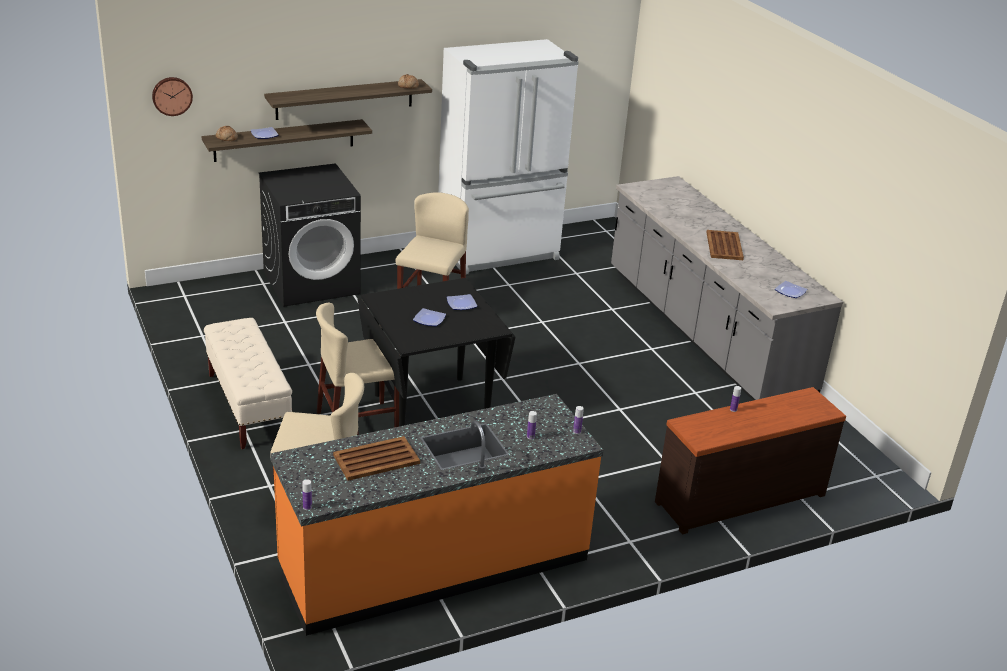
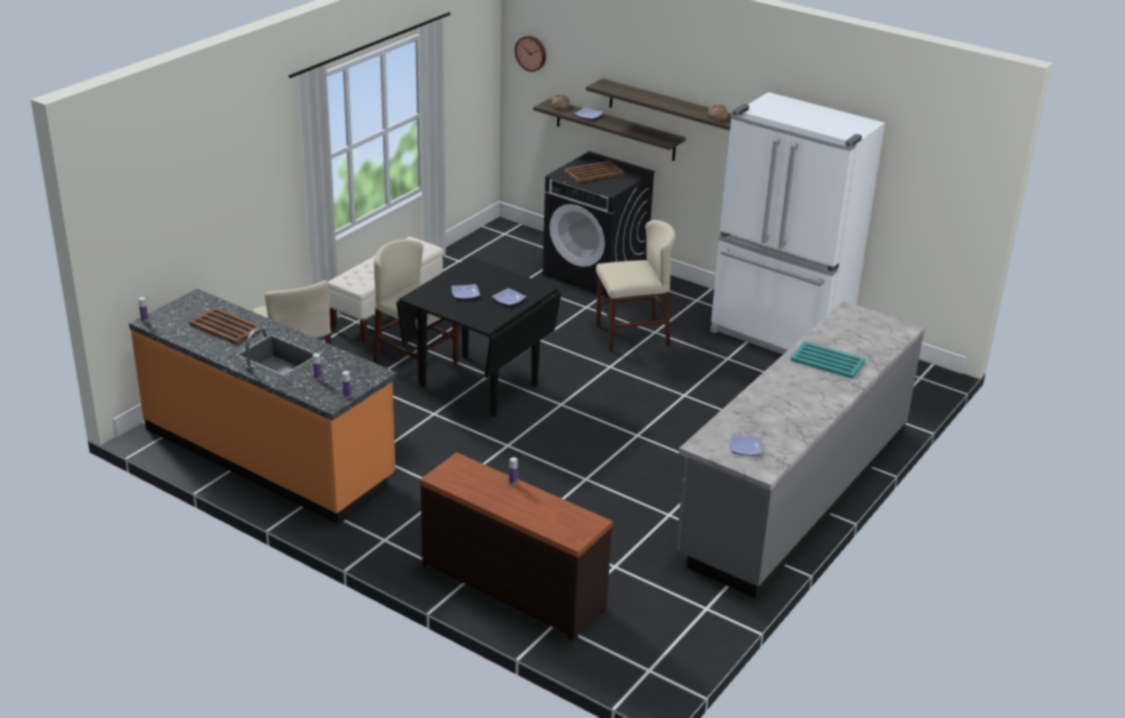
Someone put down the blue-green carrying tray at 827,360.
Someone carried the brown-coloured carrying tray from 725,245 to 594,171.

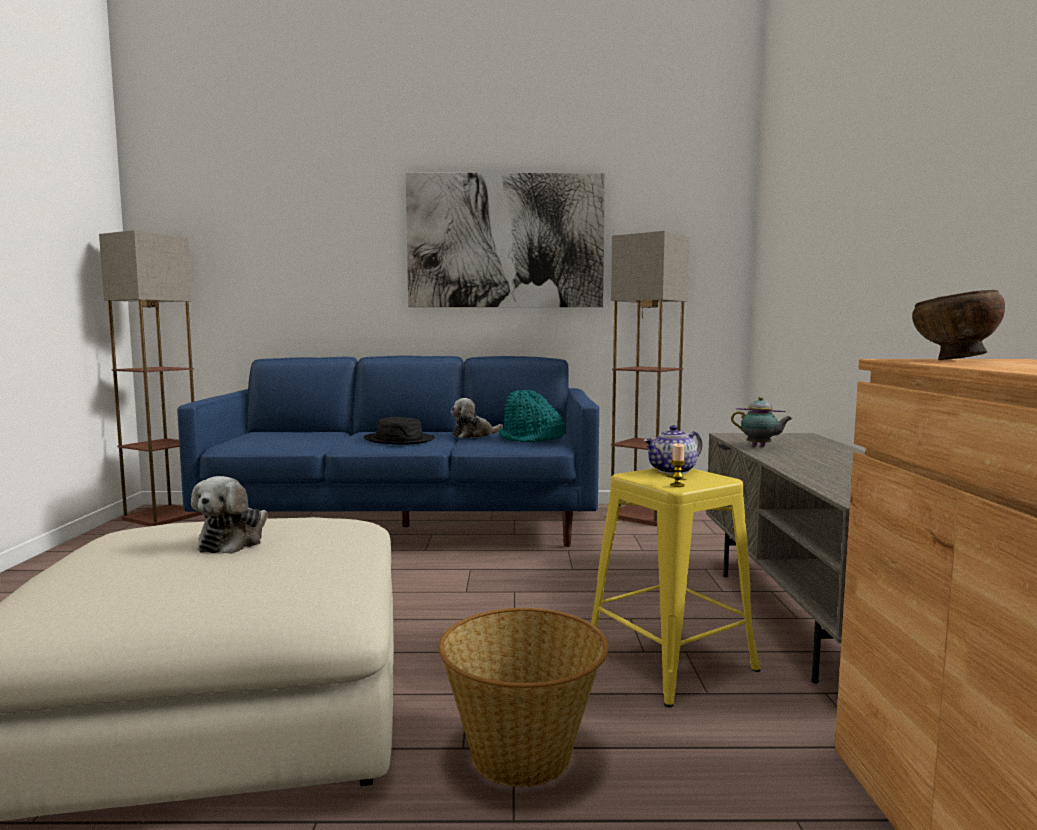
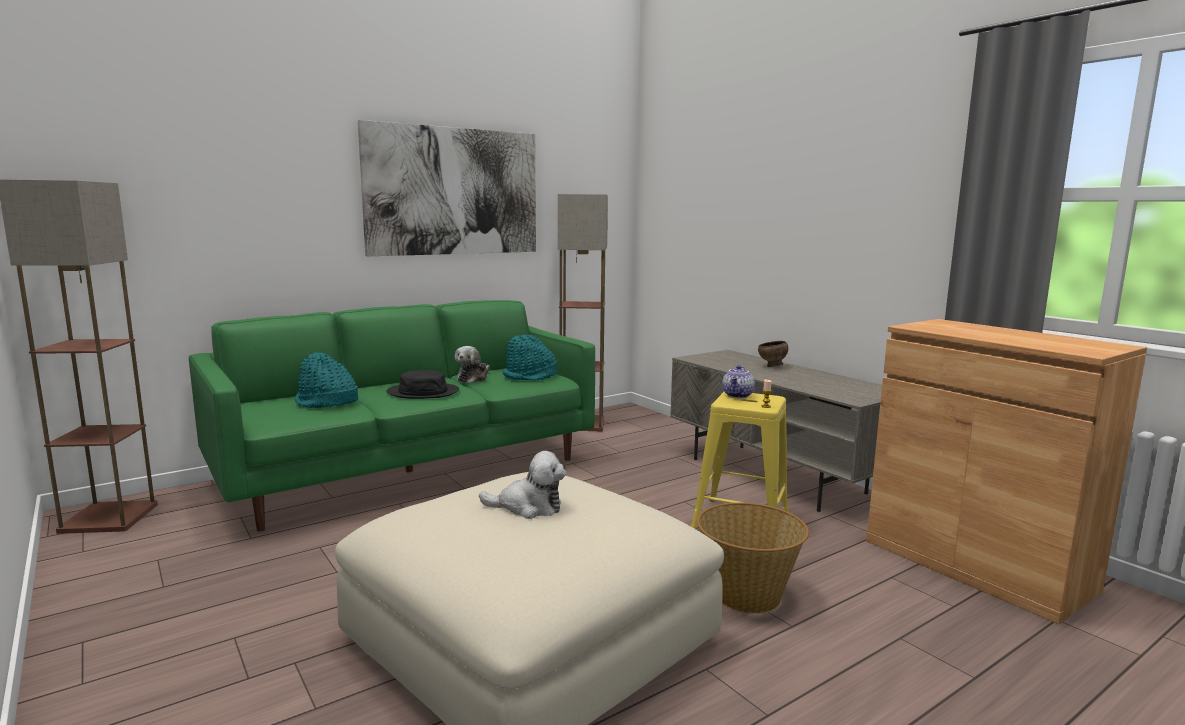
Someone took away the pot for tea at 762,422.
Someone put down the blue-green wearable hat at 326,380.
Someone carried the brown-coloured bowl from 958,325 to 773,354.
Someone repainted the blue-coloured sofa at 388,451, which became the green-coloured sofa at 392,415.
Someone rotated the cuddly toy at 229,515 by 60 degrees counterclockwise.

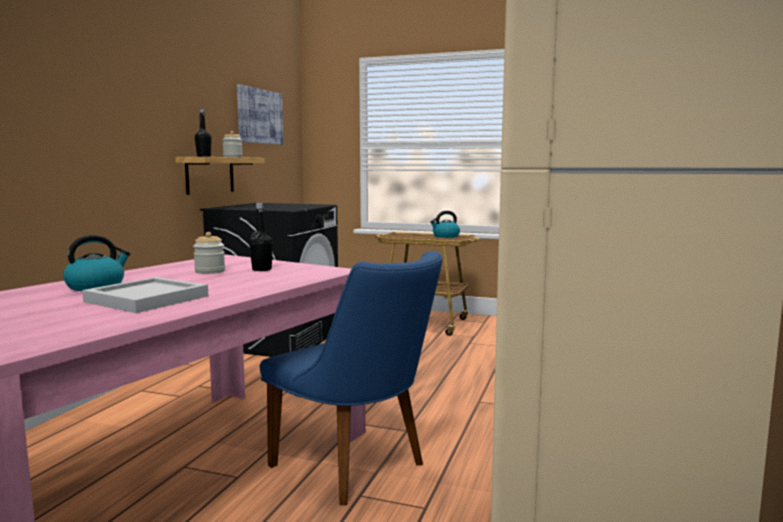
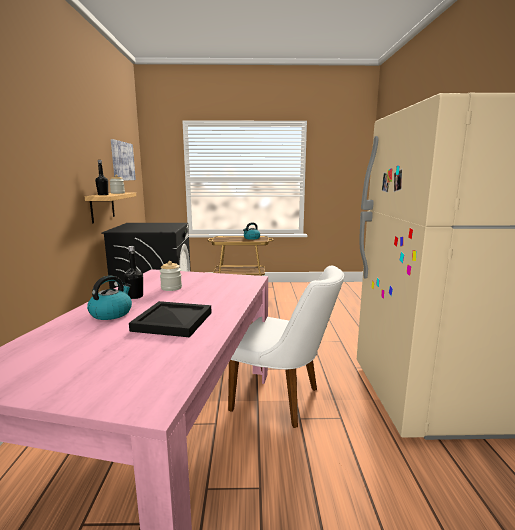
Someone carried the black-coloured bottle from 261,236 to 133,272.
Someone repainted the white-coloured carrying tray at 145,295, which became the black-coloured carrying tray at 170,319.
Someone repainted the blue-coloured upright chair at 351,378, which became the white-coloured upright chair at 286,347.

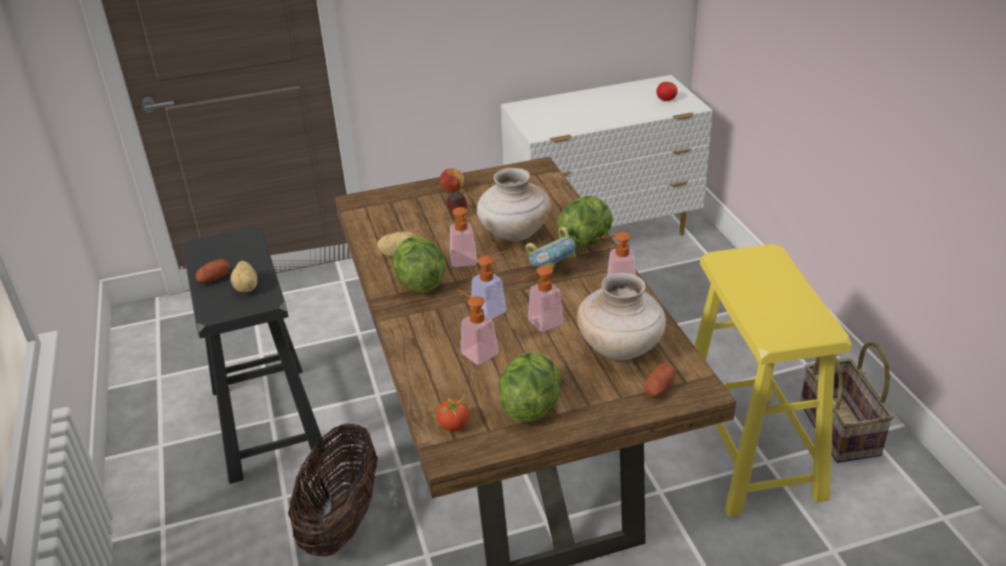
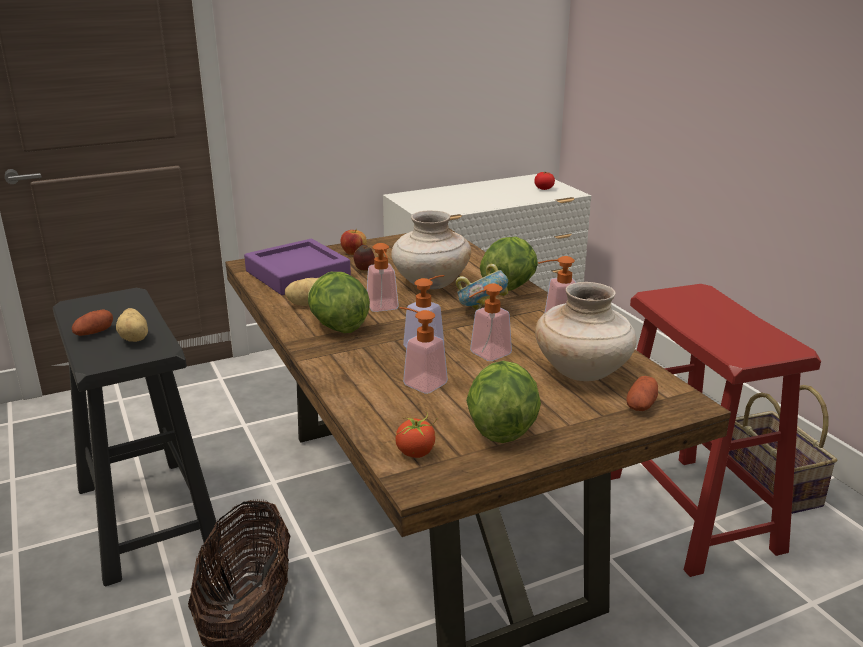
Someone put down the purplish carrying tray at 297,267.
Someone repainted the yellowish stool at 773,380, which became the reddish stool at 716,430.

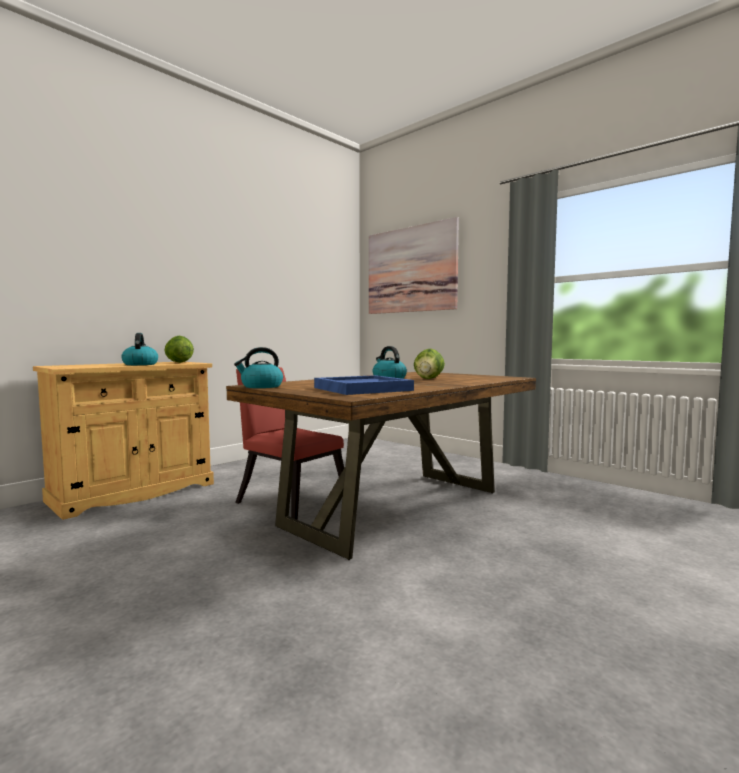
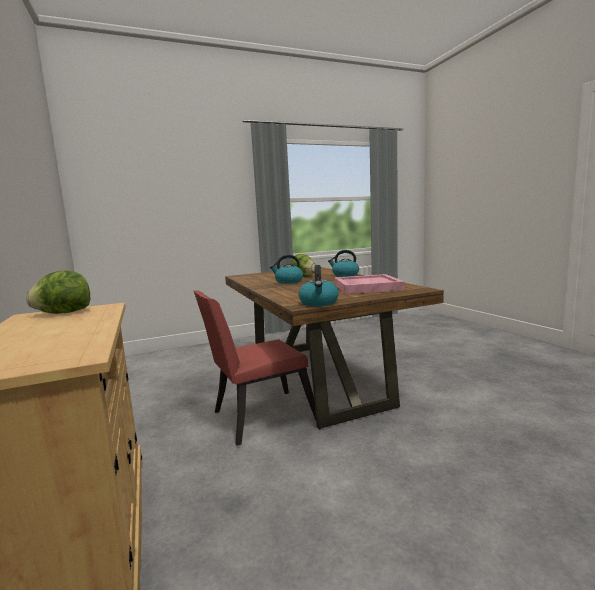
Someone took away the picture at 414,265.
Someone carried the water kettle from 139,349 to 343,263.
Someone repainted the blue-coloured carrying tray at 364,385, which became the pinkish carrying tray at 369,284.

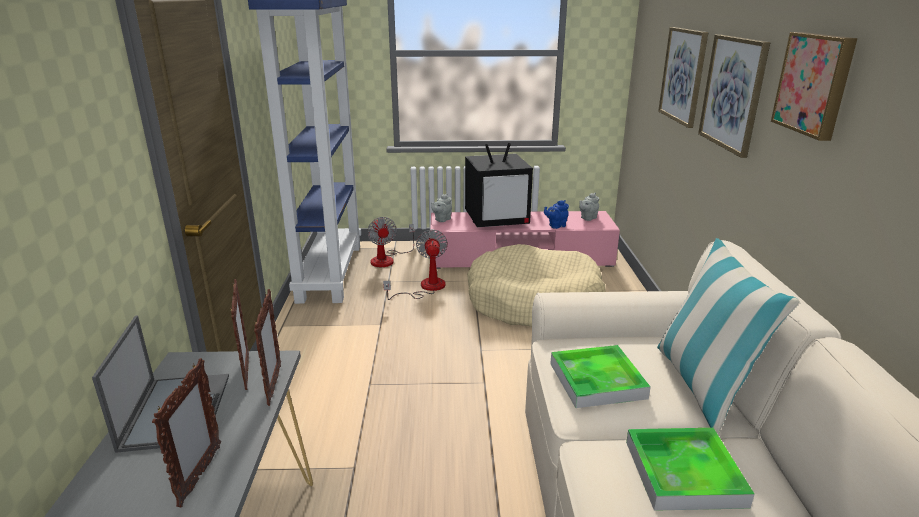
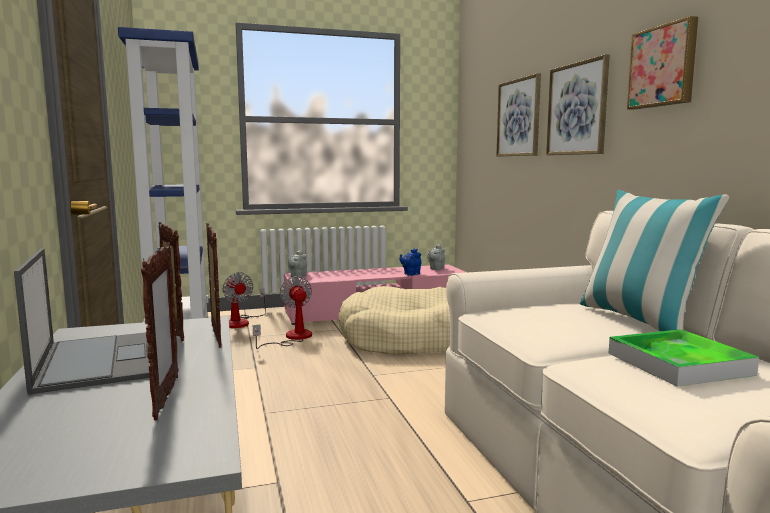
Someone took away the television at 499,184.
Someone took away the carrying tray at 600,376.

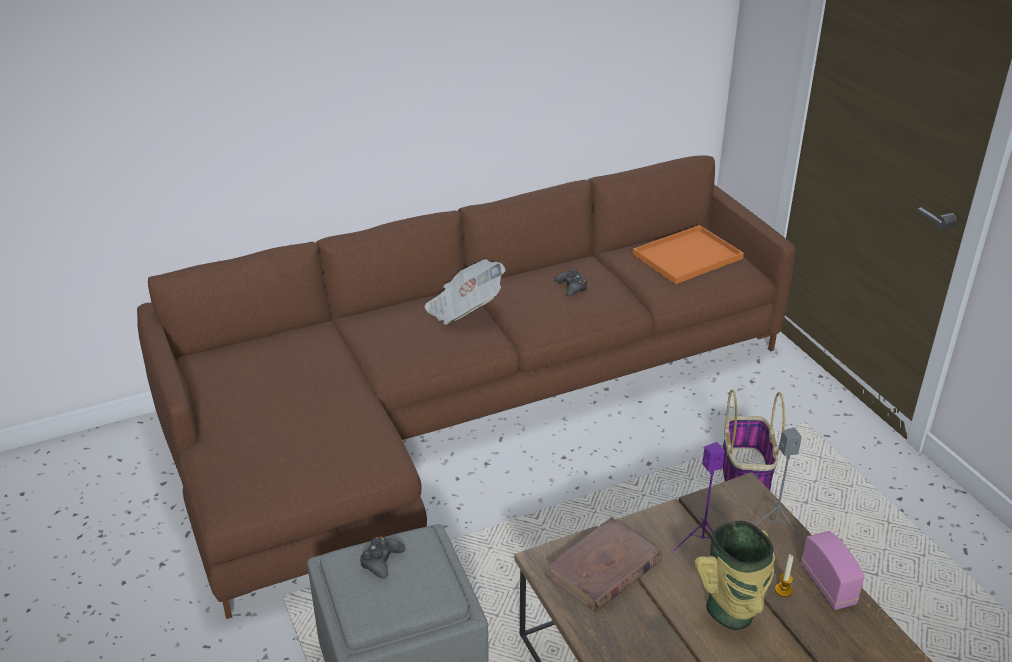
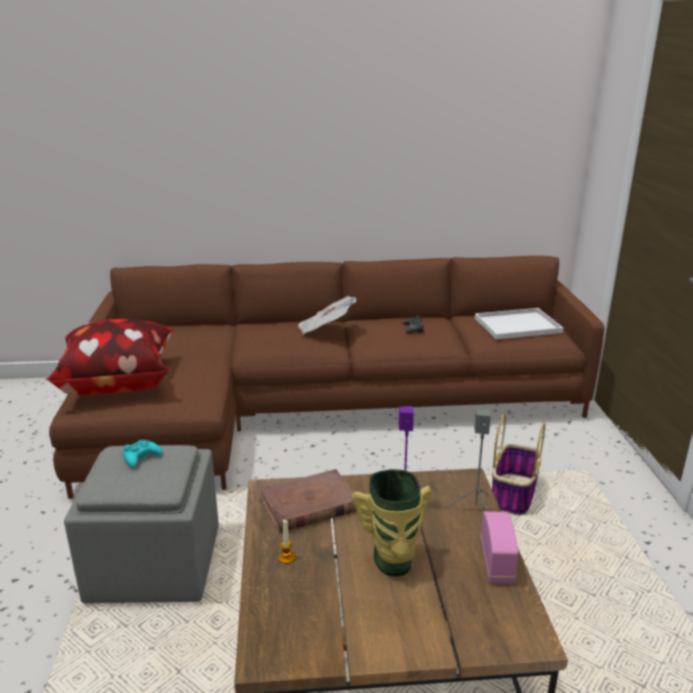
Someone put down the pillow at 109,357.
Someone carried the wax candle from 784,575 to 287,542.
Someone repainted the black-coloured gamepad at 383,557, which became the blue-green gamepad at 143,453.
Someone repainted the orangey carrying tray at 688,254, which became the white-coloured carrying tray at 519,323.

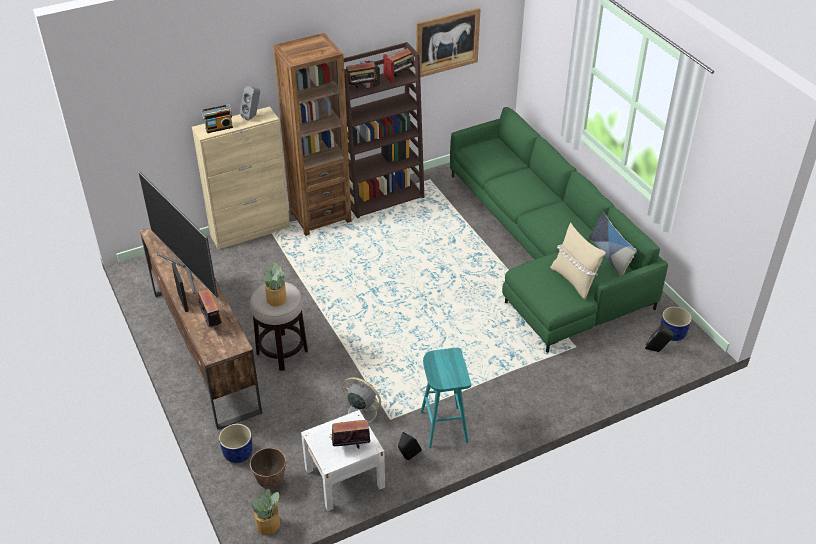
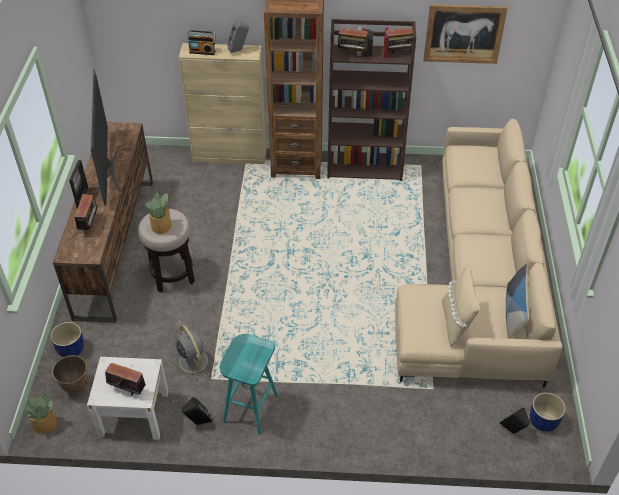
Someone repainted the green-coloured sofa at 559,230, which became the sand-coloured sofa at 478,253.

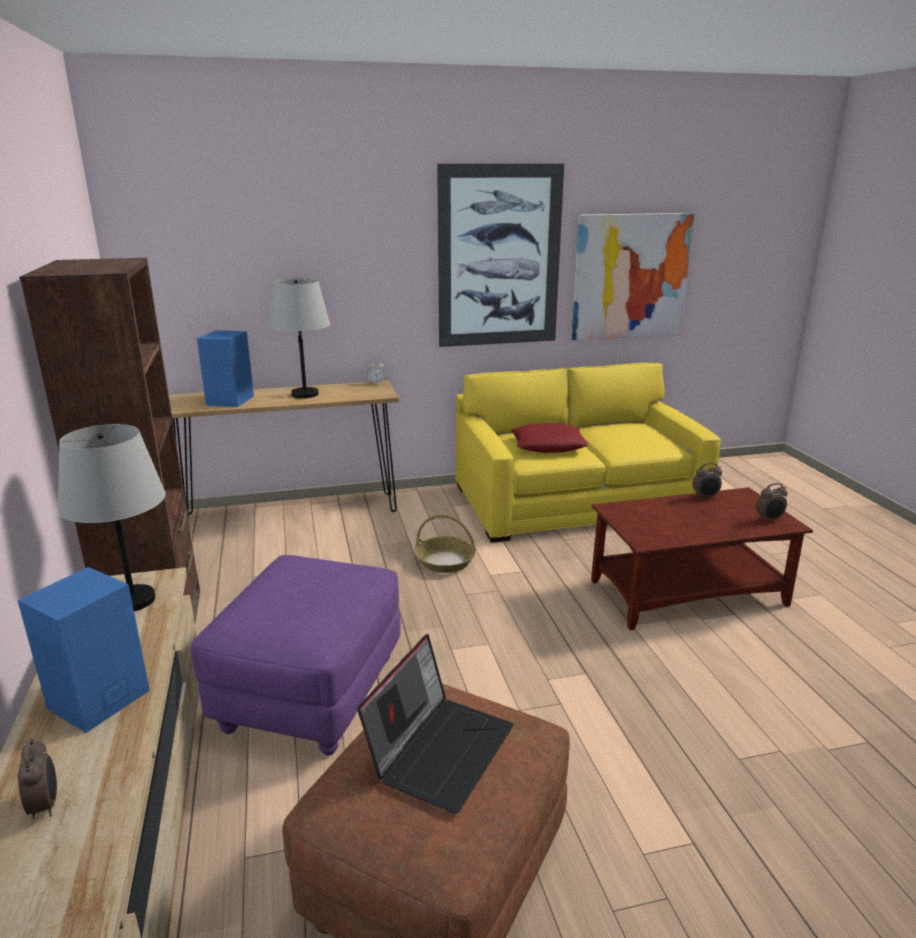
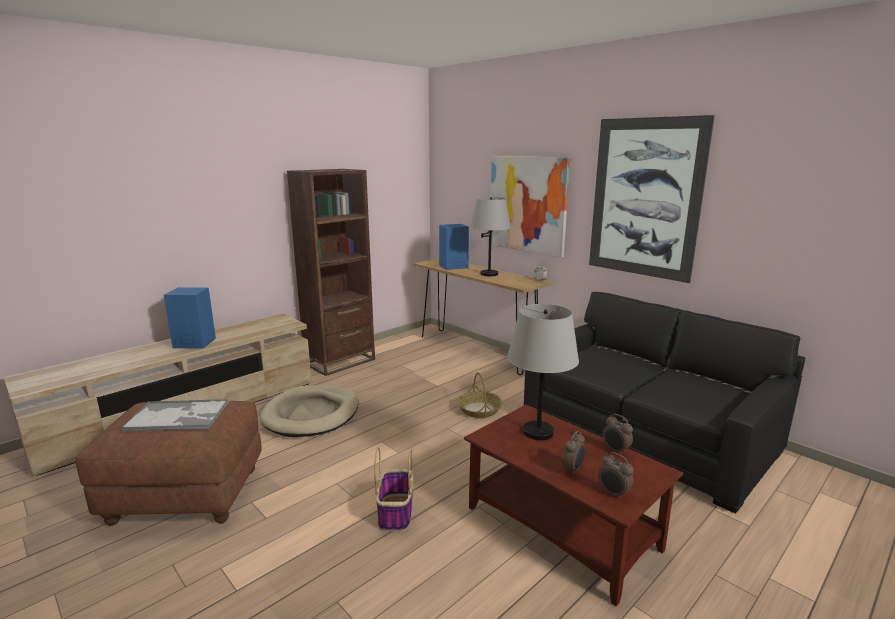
Someone took away the reddish pillow at 550,438.
Someone put down the storage basket at 393,489.
Someone carried the alarm clock from 37,779 to 573,453.
Someone carried the greyish tabletop lamp from 112,517 to 543,372.
Someone carried the picture from 633,276 to 530,207.
Someone swapped the purplish footrest at 296,655 for the sand-coloured dog cushion at 309,411.
Someone swapped the notebook computer at 435,724 for the carrying tray at 175,415.
Someone repainted the yellowish sofa at 588,453, which became the black-coloured sofa at 664,403.

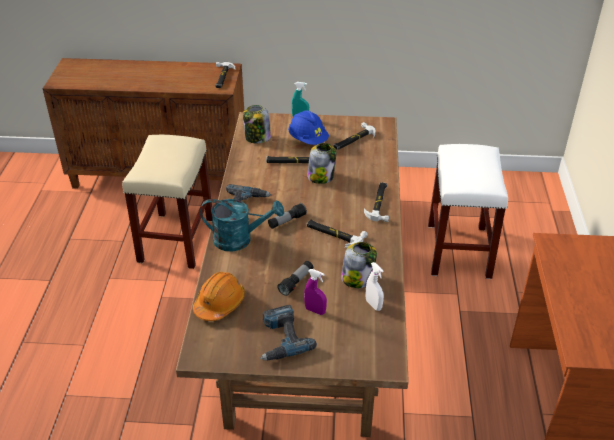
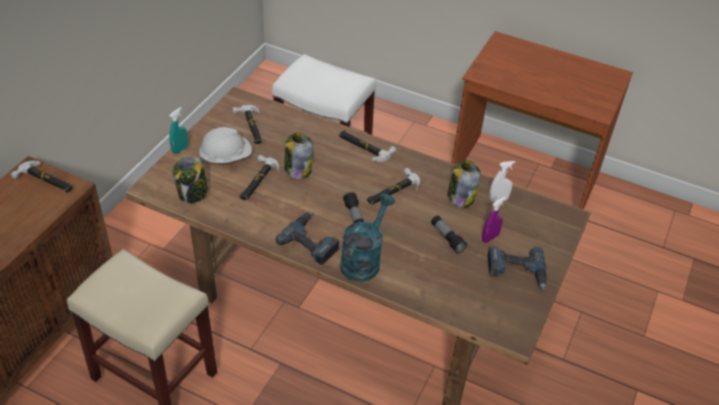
Someone took away the orangey work helmet at 219,296.
Someone repainted the blue-coloured work helmet at 308,127, which became the white-coloured work helmet at 225,145.

